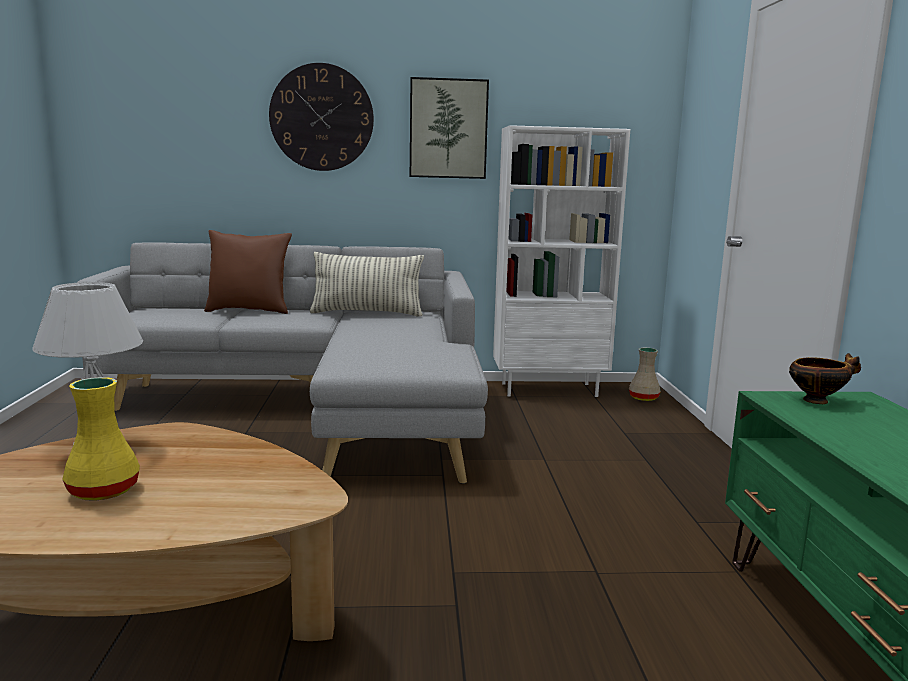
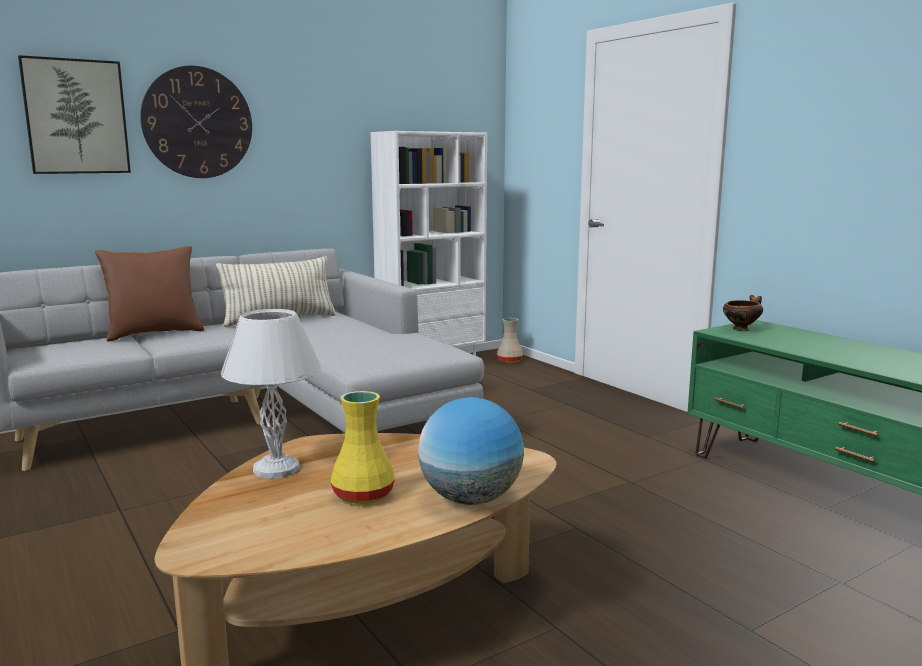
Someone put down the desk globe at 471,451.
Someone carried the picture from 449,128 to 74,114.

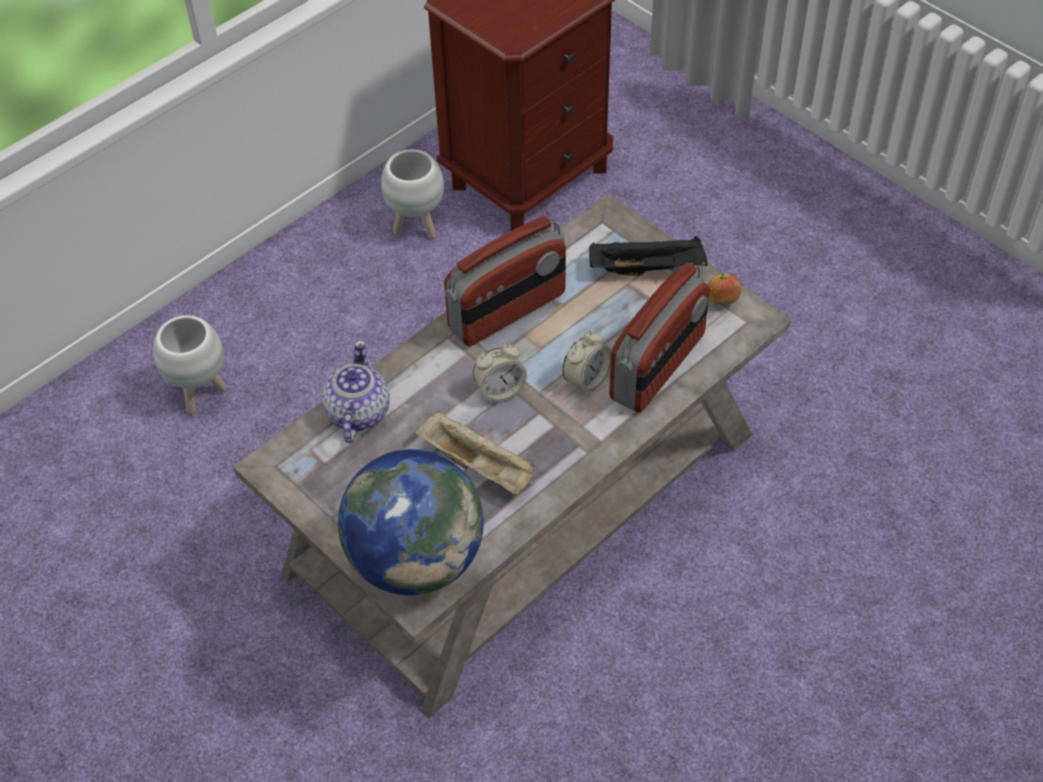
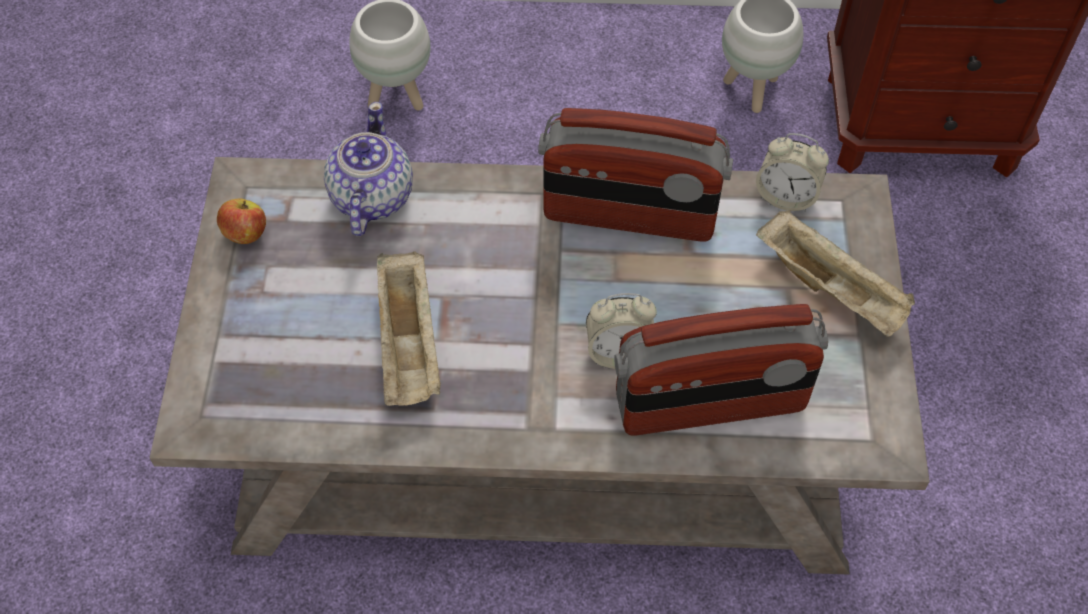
Someone took away the desk globe at 411,522.
Someone carried the alarm clock from 500,372 to 792,172.
Someone carried the whole apple from 724,289 to 241,221.
Someone repainted the black-coloured carrying tray at 648,256, which became the sand-coloured carrying tray at 835,273.
Someone rotated the pot for tea at 356,391 by 45 degrees counterclockwise.

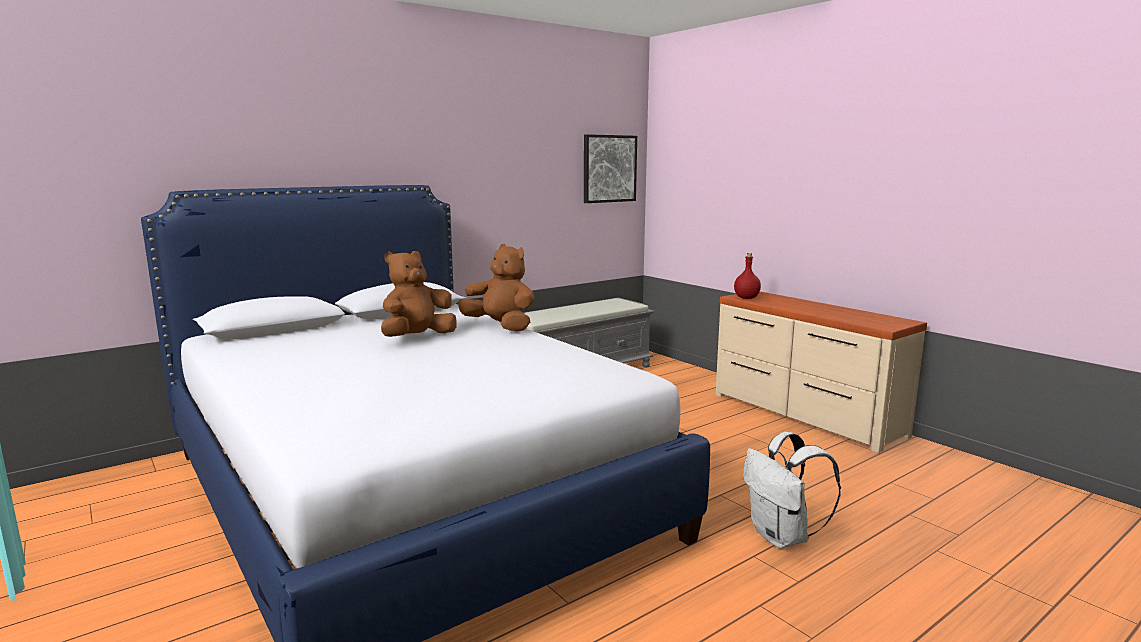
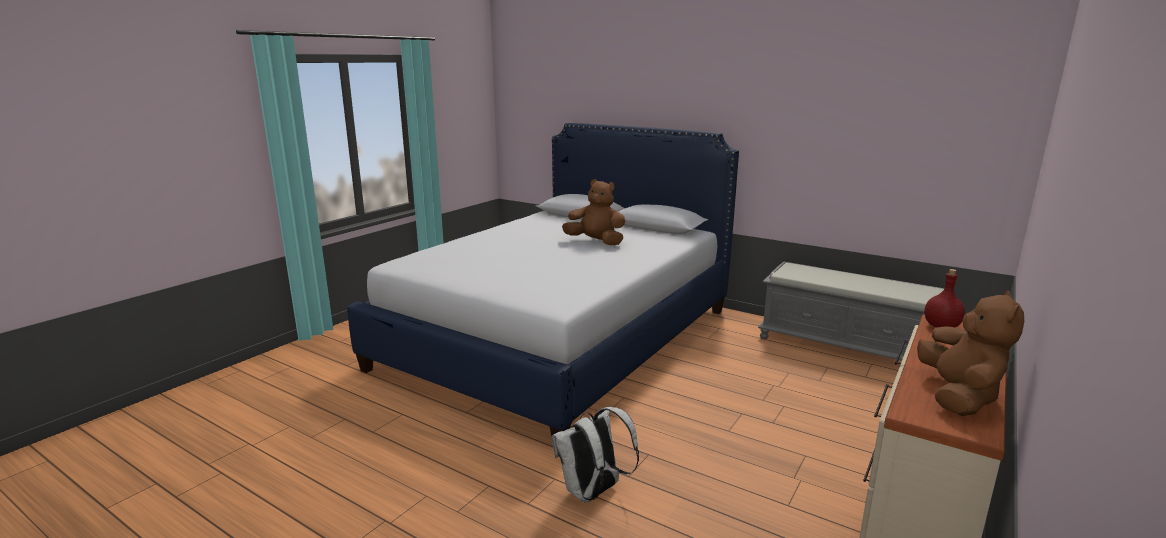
Someone took away the picture at 610,168.
Someone carried the brown-coloured cuddly toy from 496,287 to 970,353.

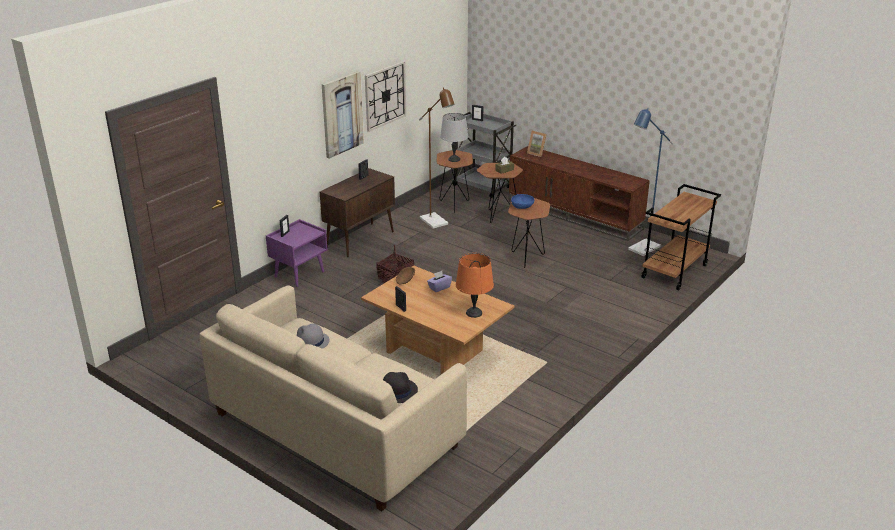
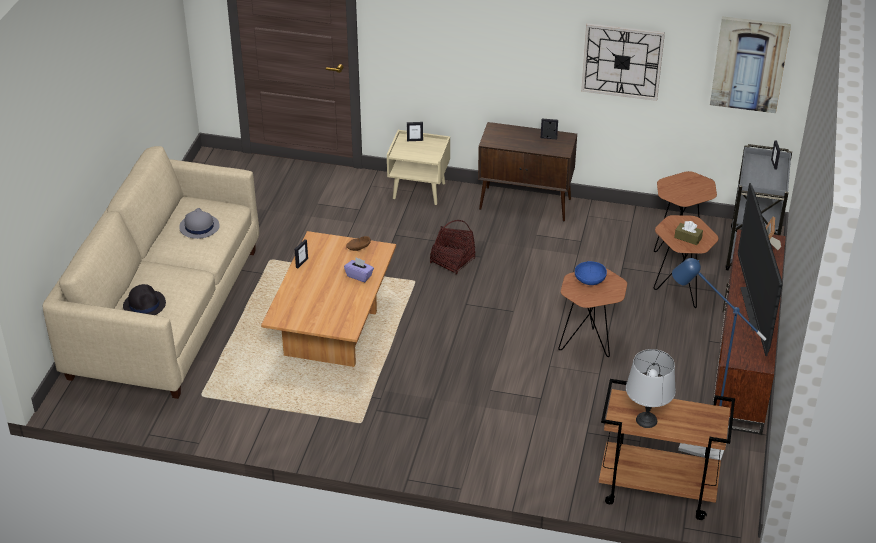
Someone took away the brown-coloured standing lamp at 437,158.
Someone took away the orangey tabletop lamp at 475,285.
Someone put down the television at 760,269.
Someone carried the picture from 343,115 to 750,64.
Someone carried the greyish tabletop lamp from 454,137 to 651,388.
Someone repainted the purplish bedside table at 297,253, which became the sand-coloured bedside table at 418,167.

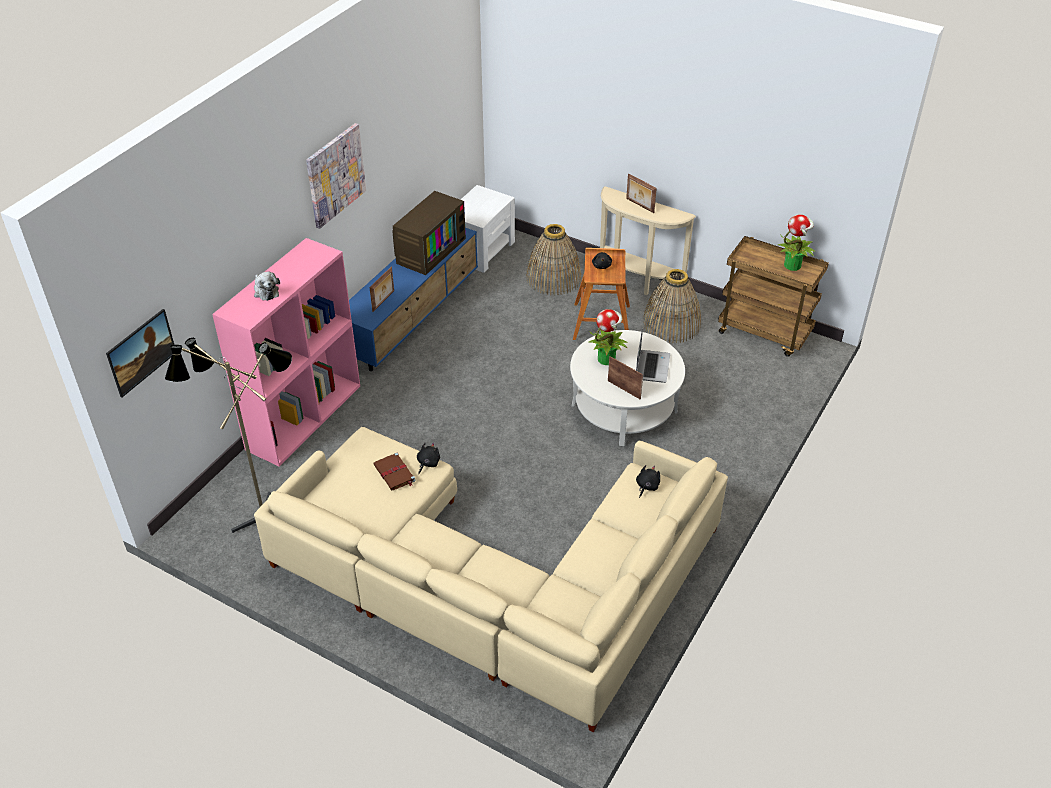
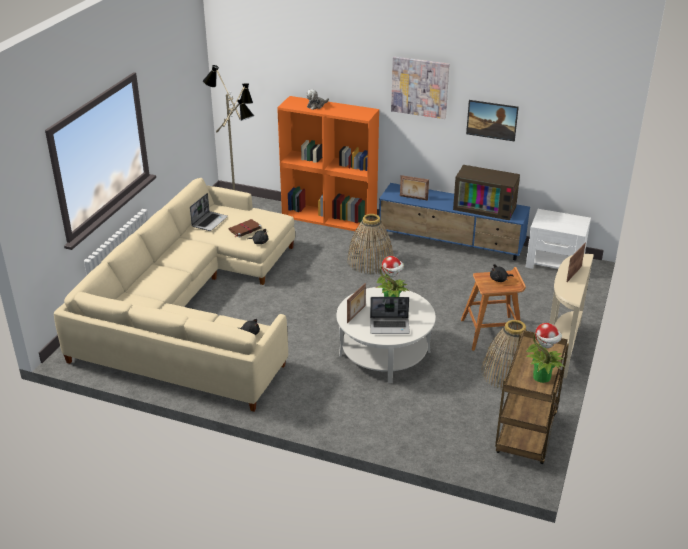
Someone put down the notebook computer at 209,212.
Someone carried the picture from 140,353 to 492,121.
Someone carried the storage basket from 553,259 to 370,244.
Someone repainted the pinkish bookcase at 286,352, which became the orangey bookcase at 328,165.

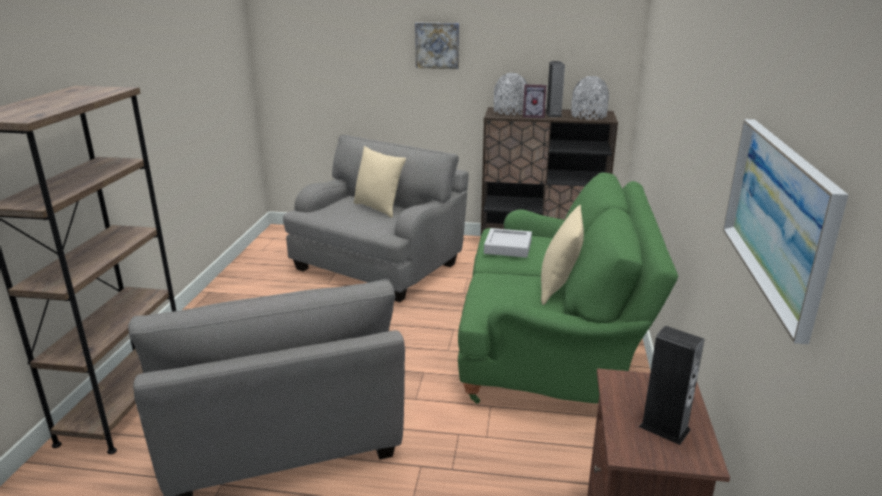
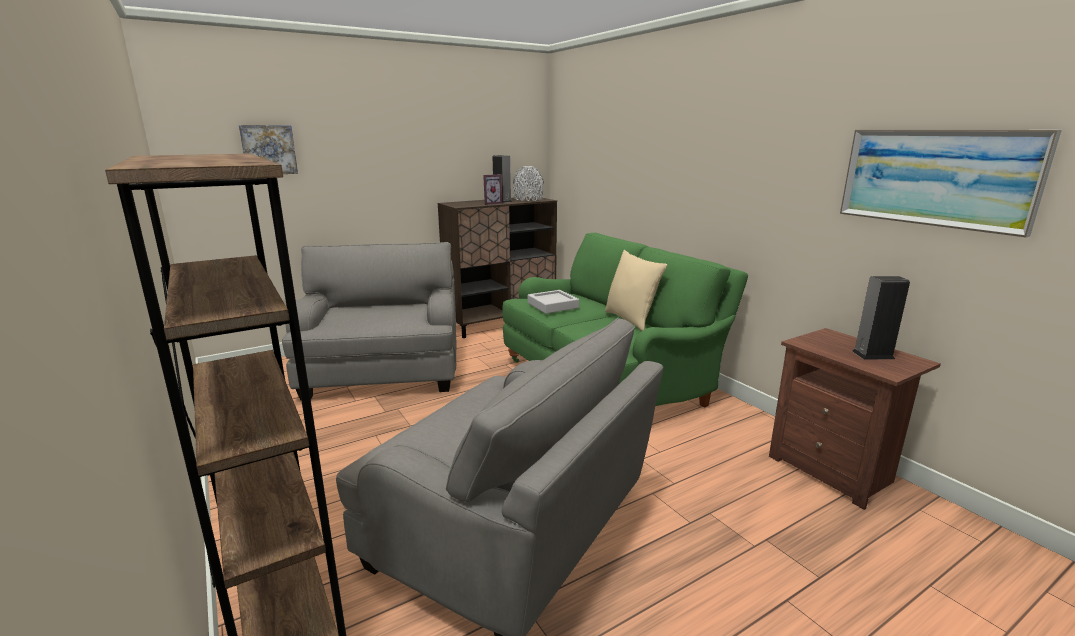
Someone took away the sand-coloured pillow at 380,182.
Someone took away the greyish flower vase at 510,94.
Someone carried the picture from 437,45 to 268,149.

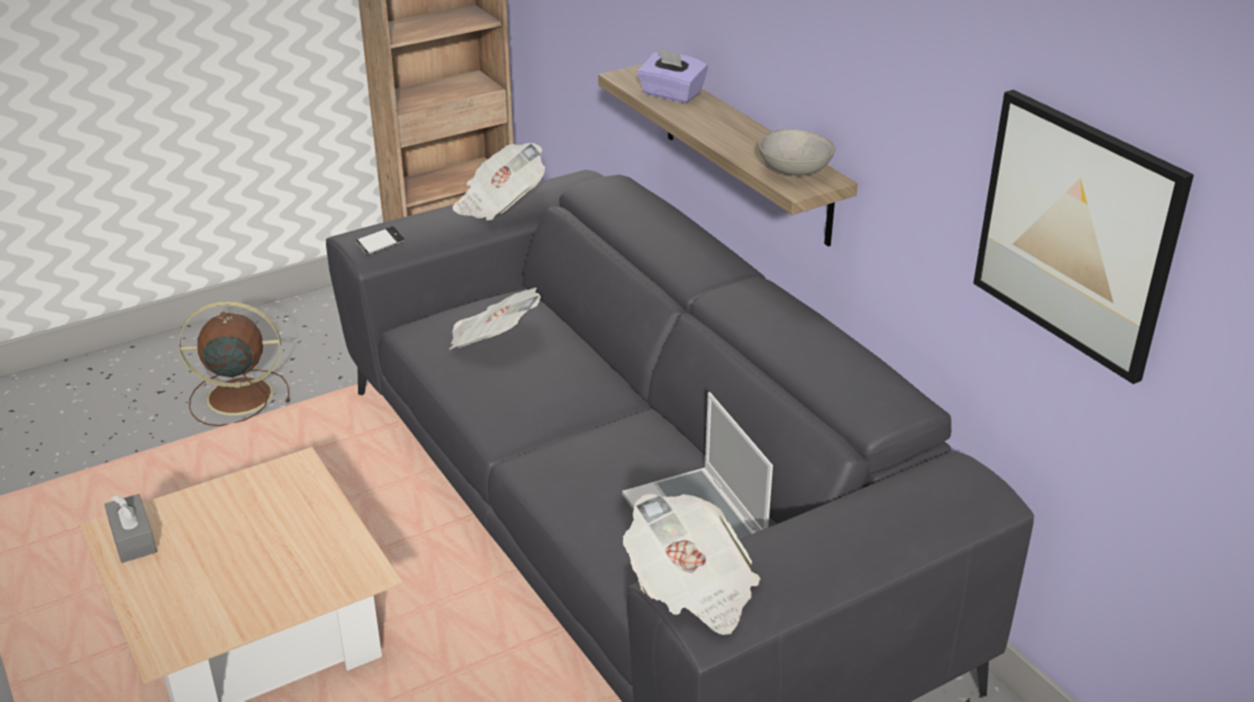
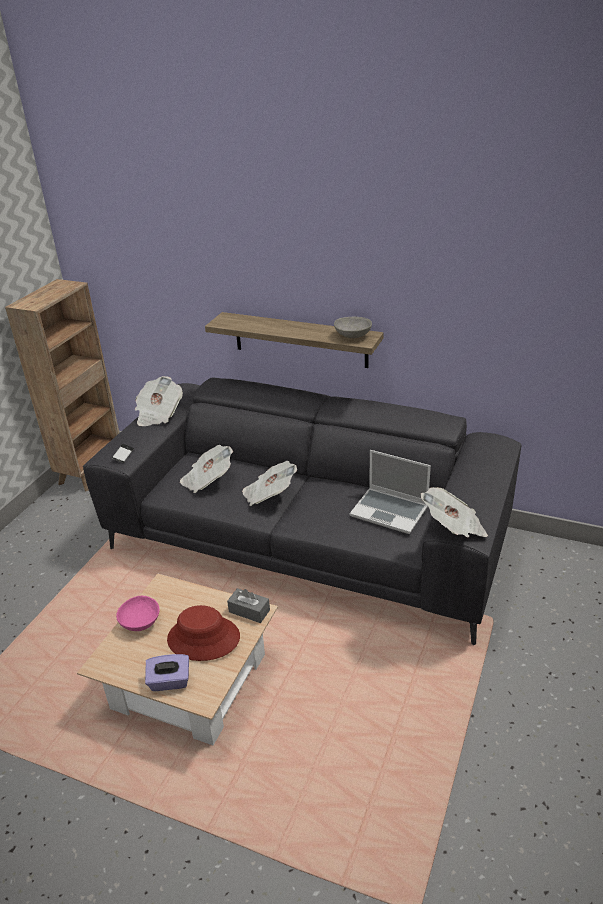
Someone took away the brown-coloured cooling fan at 234,363.
Someone took away the picture at 1083,237.
Someone put down the pinkish bowl at 138,613.
Someone put down the reddish wearable hat at 203,633.
Someone put down the printed paper at 269,483.
Someone carried the greyish tissue holder from 130,528 to 248,605.
Someone carried the purplish tissue holder from 672,75 to 167,672.

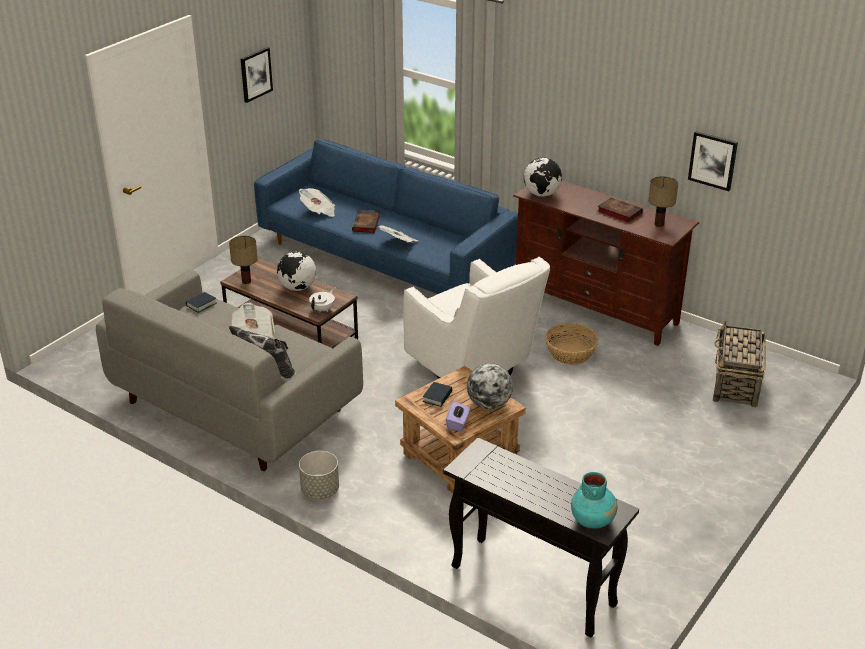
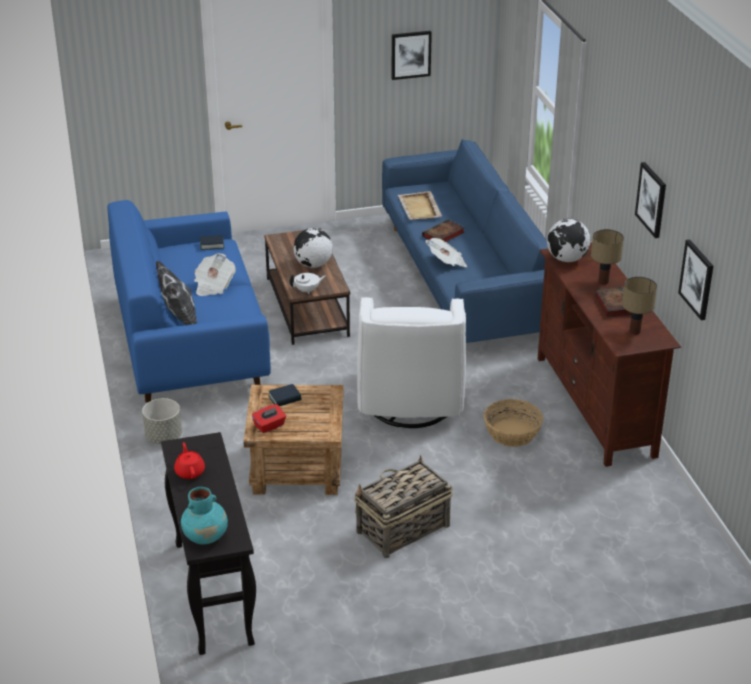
Someone took away the desk globe at 490,386.
Someone put down the reddish pot for tea at 189,460.
Someone put up the picture at 650,200.
Someone carried the tabletop lamp from 243,260 to 607,257.
Someone carried the storage basket from 739,364 to 403,506.
Someone swapped the printed paper at 317,202 for the sand-coloured carrying tray at 419,205.
Someone repainted the greyish sofa at 229,370, which became the blue-coloured sofa at 189,301.
Someone repainted the purplish tissue holder at 458,416, which became the reddish tissue holder at 269,418.

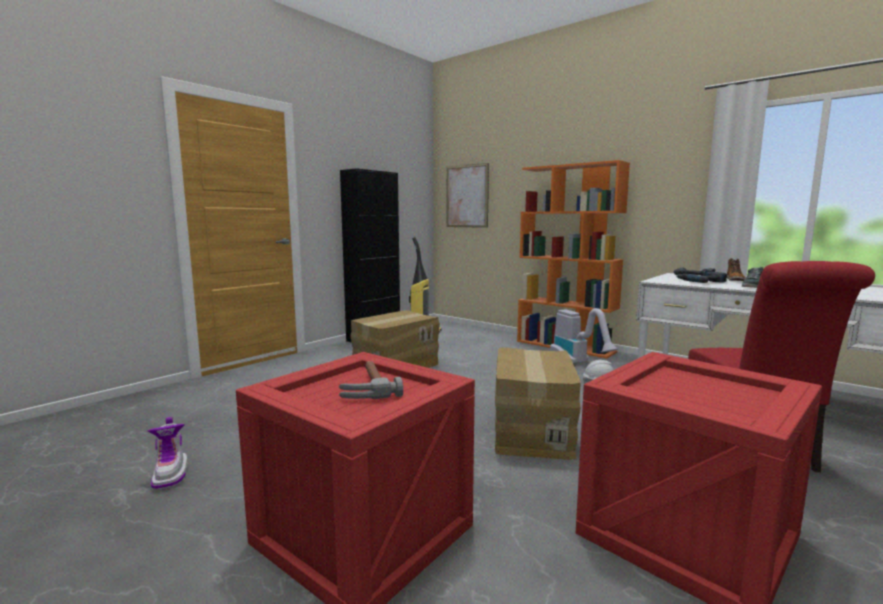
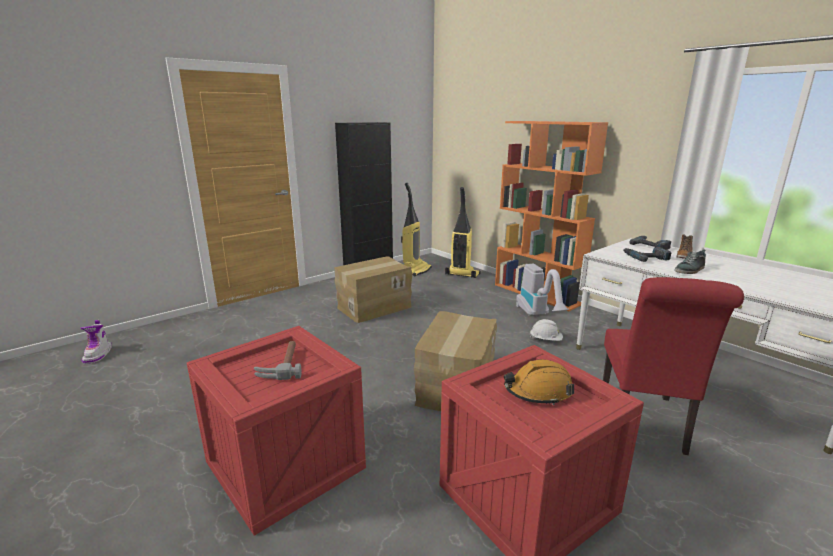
Someone took away the picture at 468,195.
Someone put down the hoover at 463,232.
Someone put down the orangey work helmet at 539,382.
Someone carried the boot from 168,453 to 96,342.

